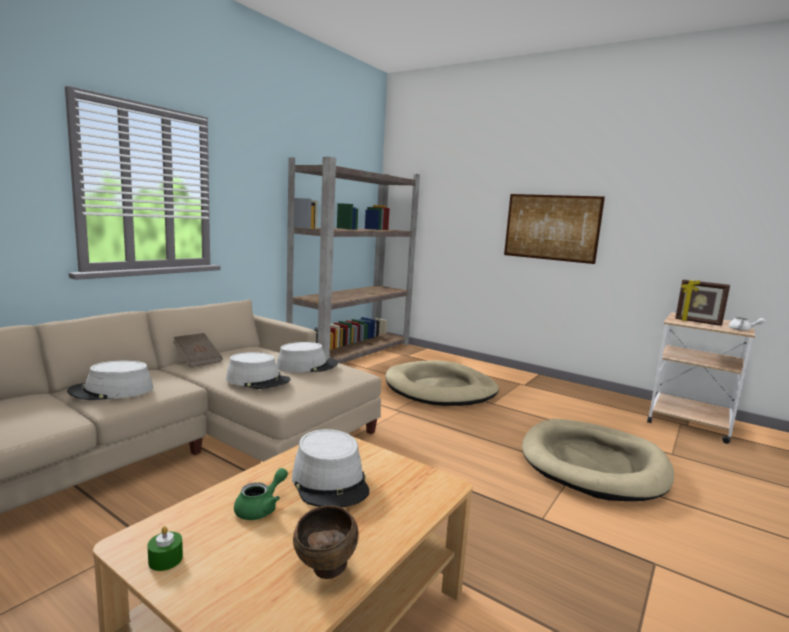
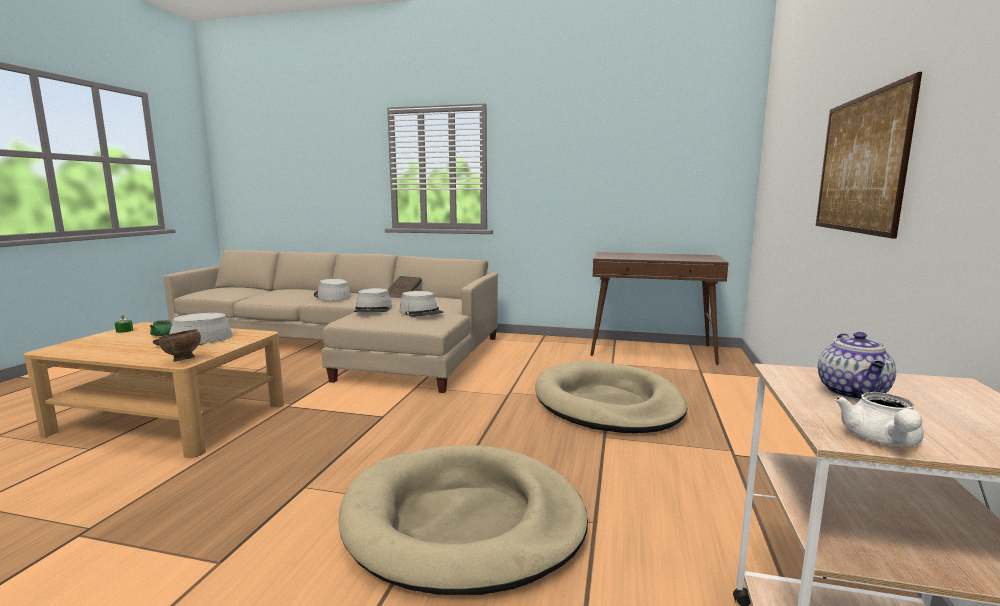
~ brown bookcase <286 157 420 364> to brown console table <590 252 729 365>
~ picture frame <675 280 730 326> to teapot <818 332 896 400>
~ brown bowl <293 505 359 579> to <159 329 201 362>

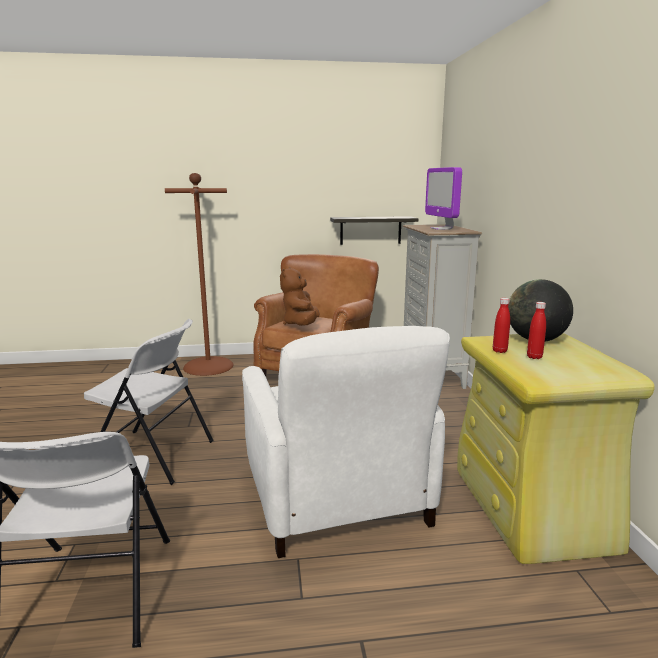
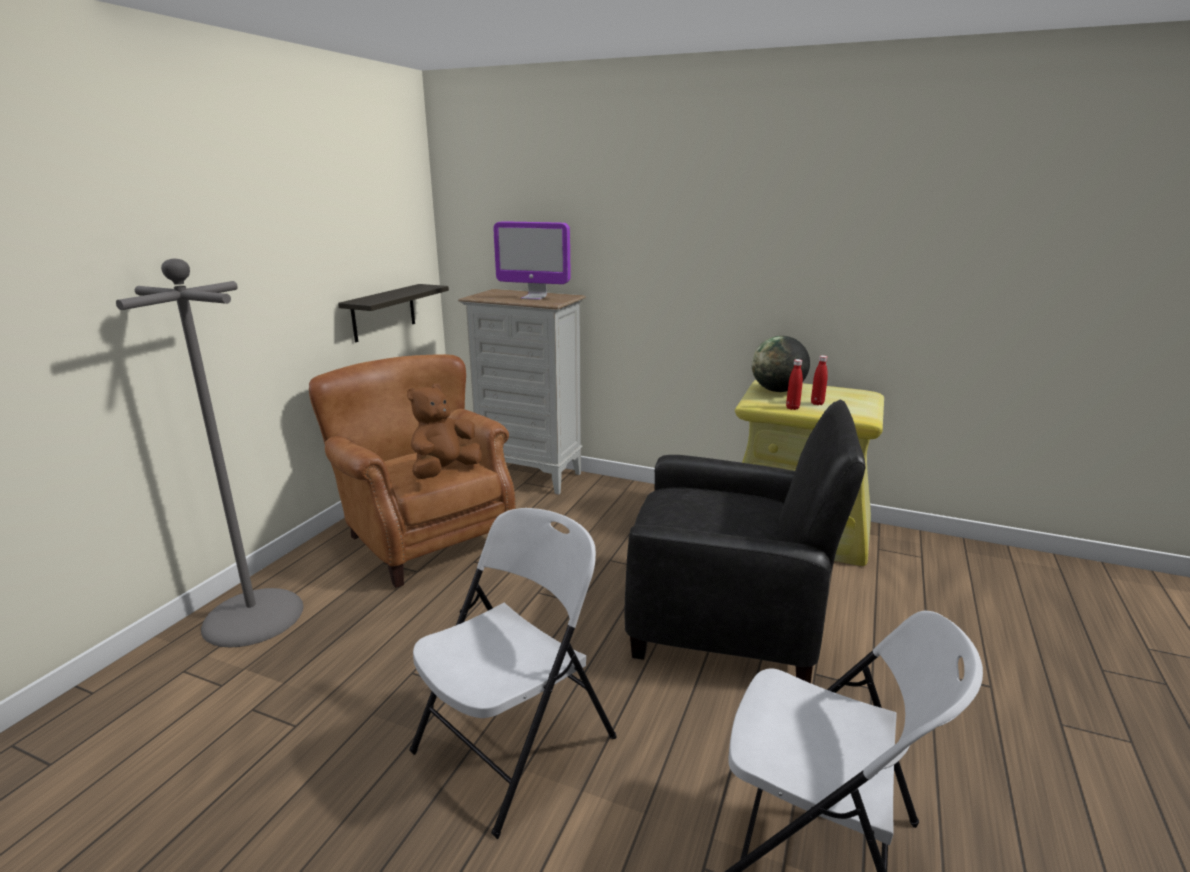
~ brown clothes rack <165 173 234 376> to grey clothes rack <116 259 304 647>
~ brown plush toy <280 267 320 326> = <407 383 482 479> 90 degrees clockwise
~ white armchair <242 326 450 558> to black armchair <624 400 866 683>

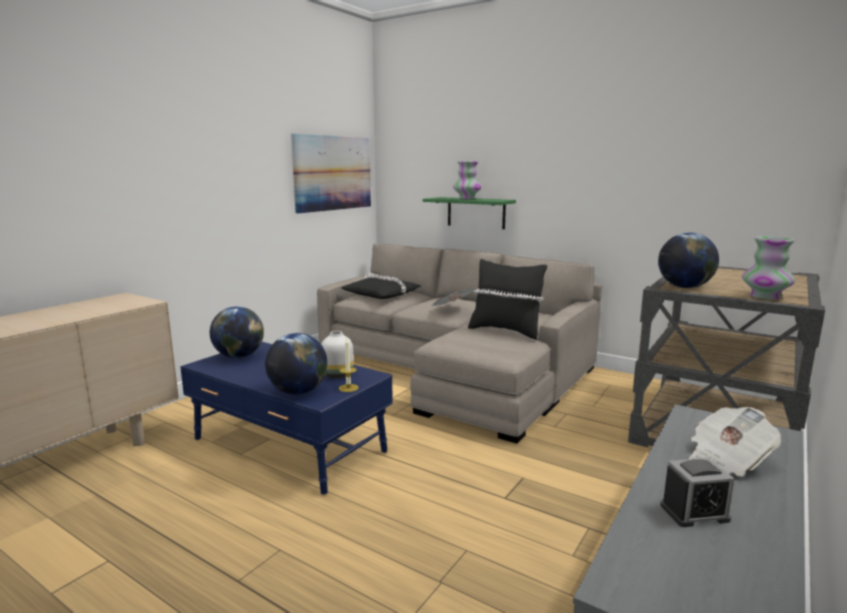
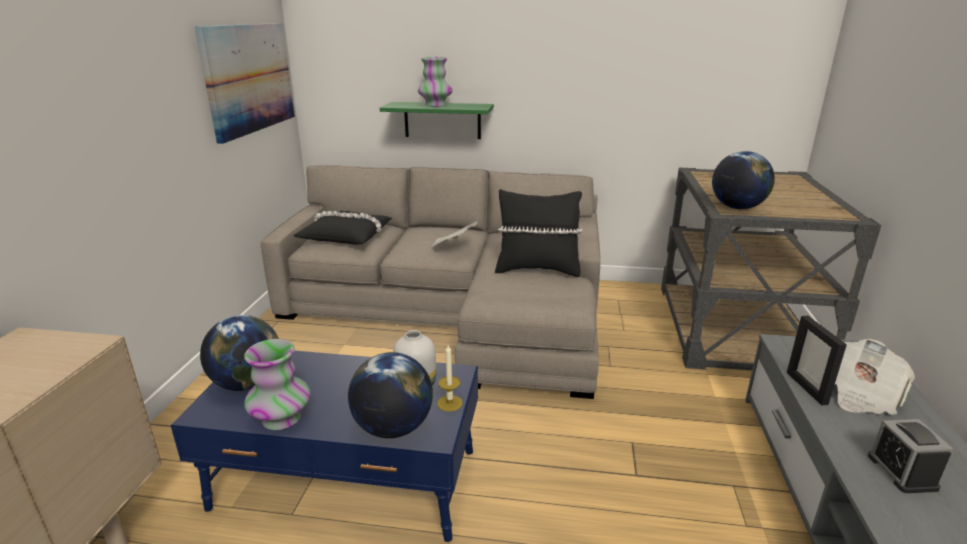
~ vase <742 236 795 300> to <244 339 310 430>
~ alarm clock <660 458 734 527> = <868 419 954 493> 120 degrees clockwise
+ picture frame <787 316 847 405>

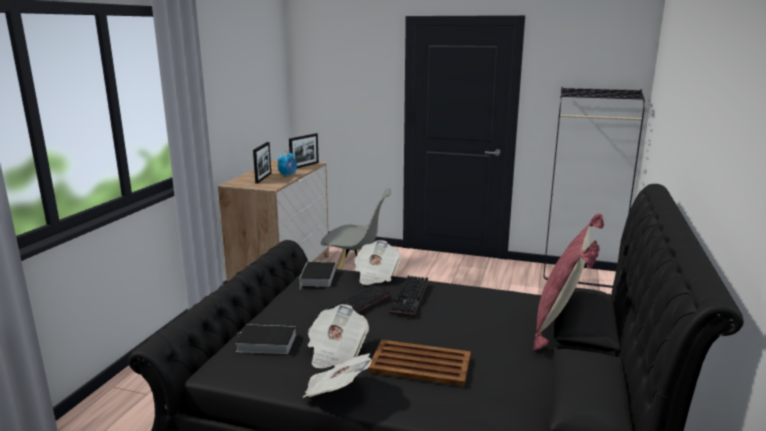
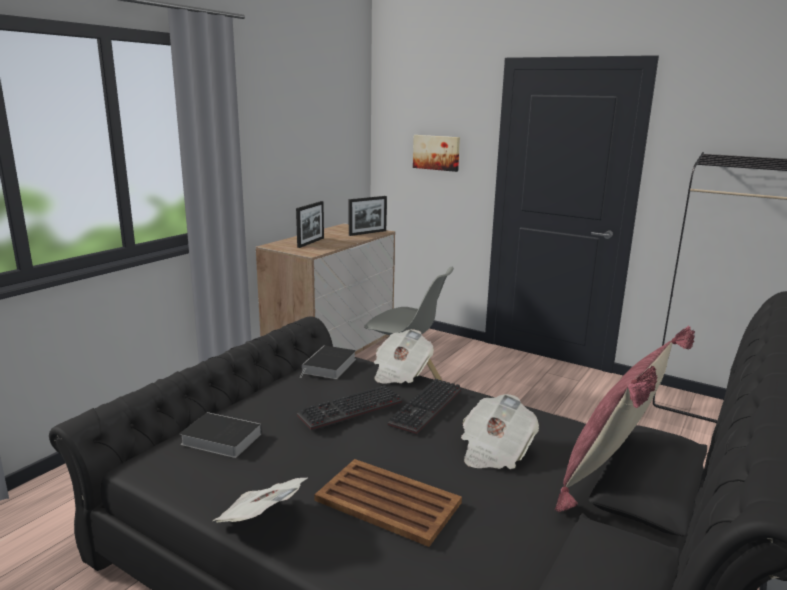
- alarm clock <278 151 297 178>
~ newspaper <307 304 369 368> to <461 394 539 469>
+ picture <413 135 460 172>

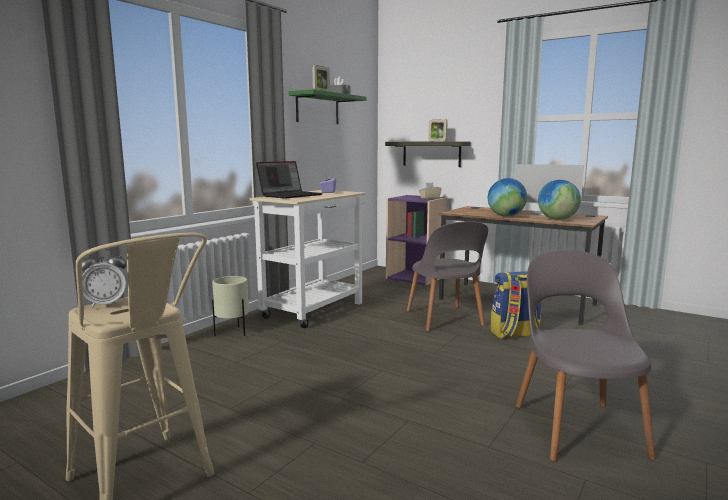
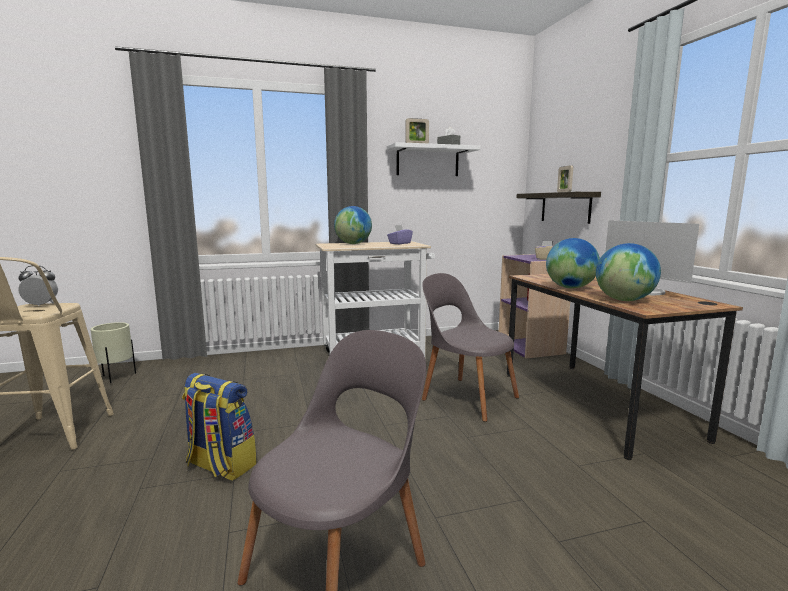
~ green shelf <288 89 367 124> to white shelf <387 142 481 176>
~ laptop <256 161 323 199> to globe <334 206 372 244>
~ grey chair <407 221 488 331> = <422 273 519 422> 105 degrees clockwise
~ alarm clock <82 249 127 308> = <18 266 58 306> 150 degrees clockwise
~ backpack <491 271 541 338> to <182 373 257 481>
~ beige planter <212 276 249 336> to <90 322 136 383>

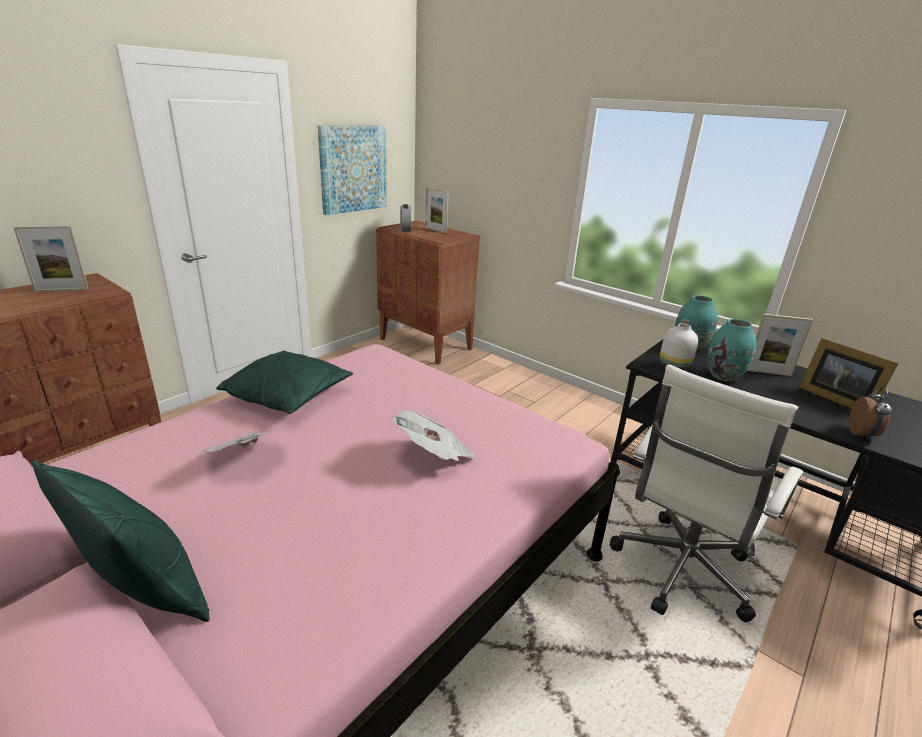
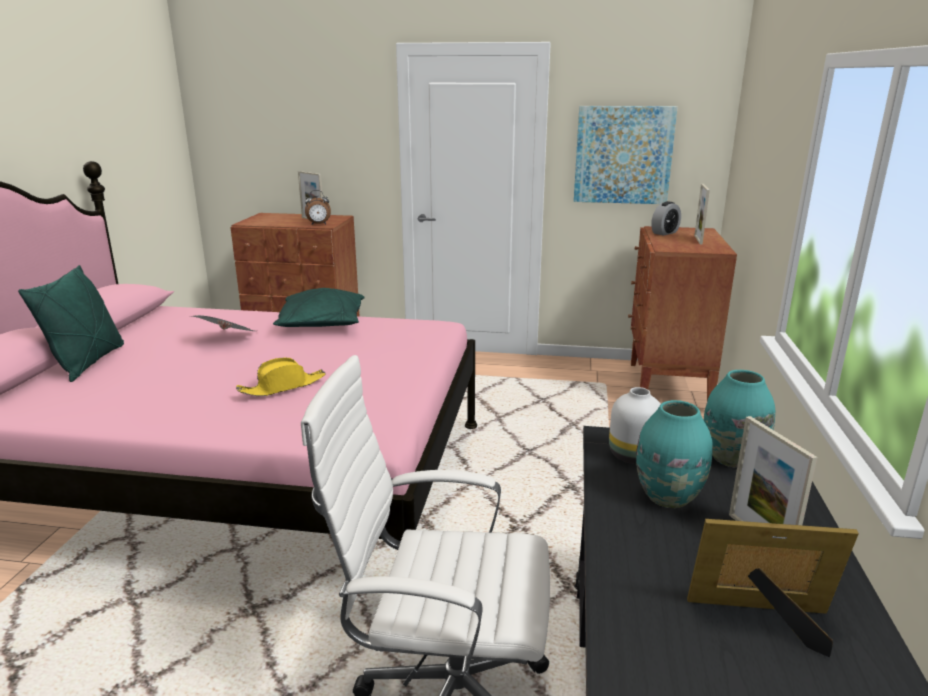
~ picture frame <799 338 898 409> = <687 519 859 657> 75 degrees clockwise
~ alarm clock <849 387 892 440> to <305 190 331 225>
~ newspaper <392 410 476 461> to yellow hat <236 357 326 396>

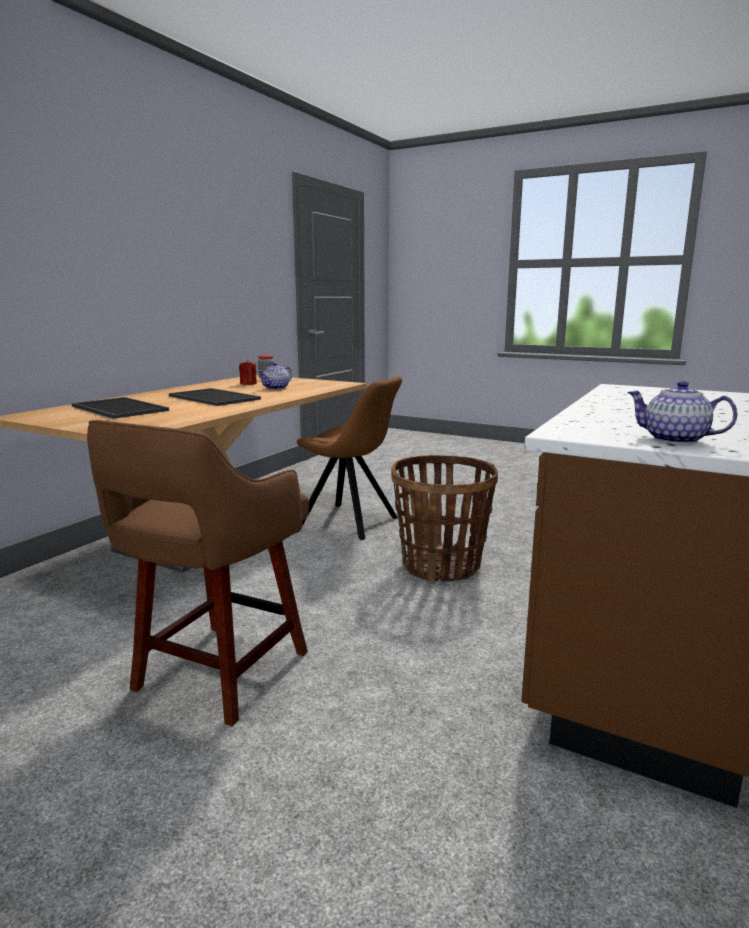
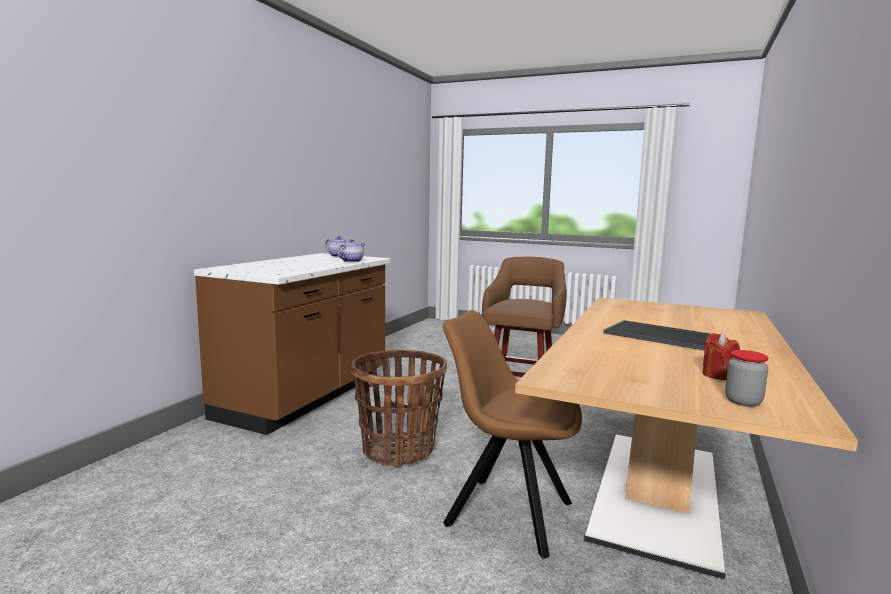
~ teapot <258 363 292 390> to <337 239 365 262>
- tray <72 397 169 419>

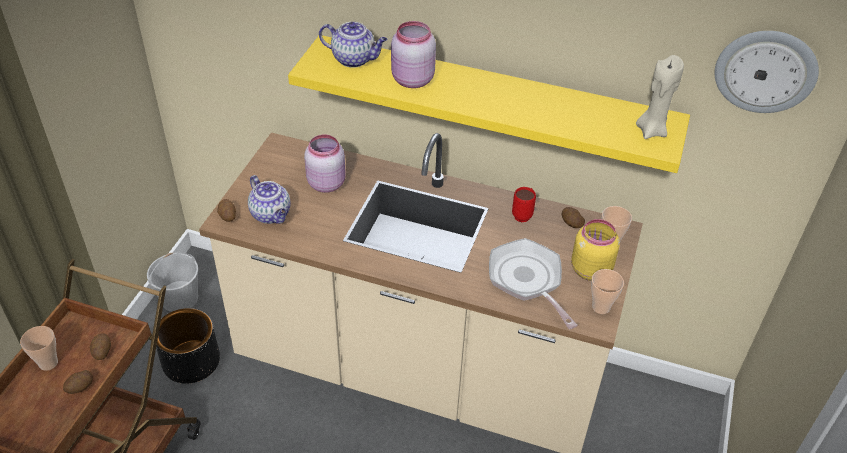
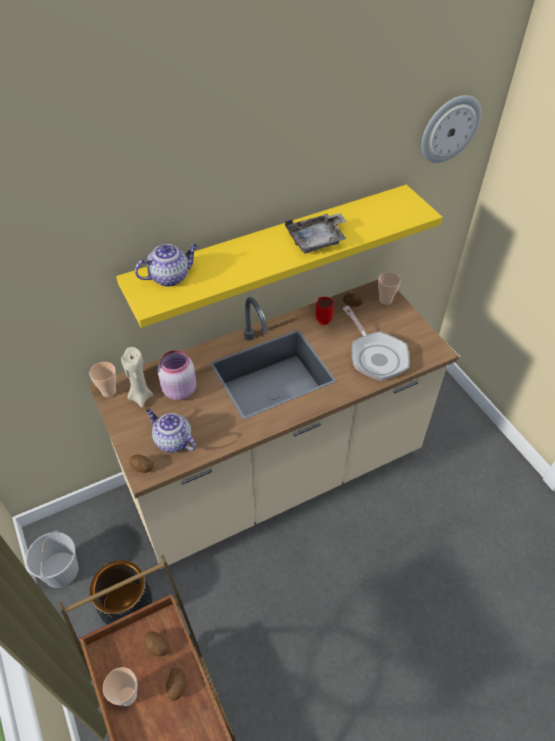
- pink jar <391 21 436 88>
~ beige candle <636 55 684 139> to <121 347 153 407>
~ teapot <248 175 290 224> = <146 409 196 453> 150 degrees counterclockwise
- yellow jar <571 219 620 281>
~ frying pan <489 238 578 329> = <342 306 409 381> 135 degrees counterclockwise
~ cup <591 269 624 314> to <89 362 116 397>
+ grey tray <285 213 347 254>

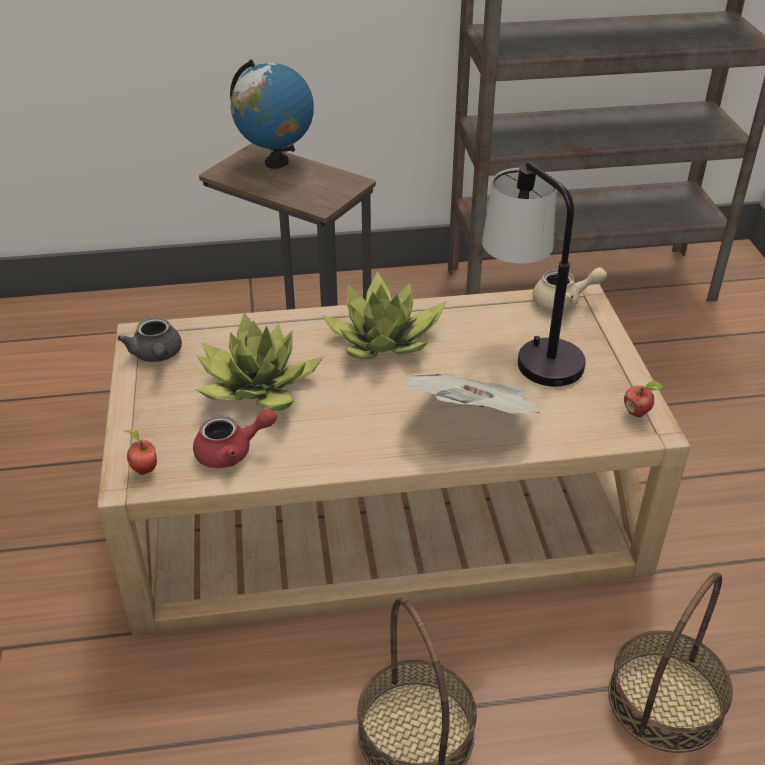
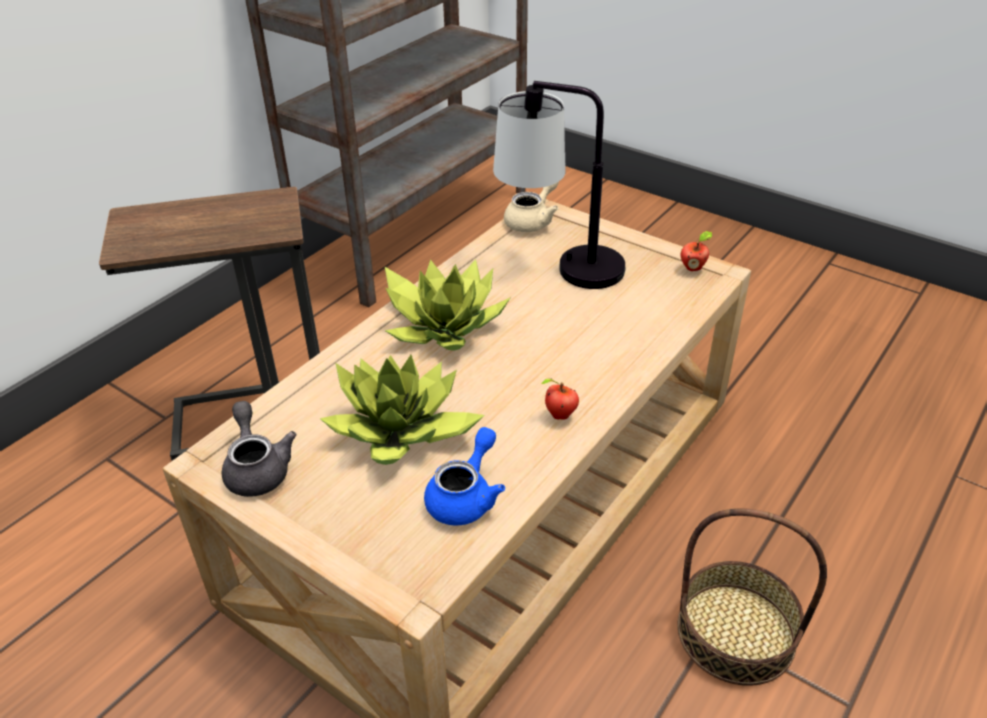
- globe <230 59 314 169>
~ grey teapot <118 317 182 362> = <222 401 296 497> 135 degrees counterclockwise
- newspaper <405 373 539 414>
~ red teapot <193 408 277 468> to blue teapot <424 427 505 525>
~ apple <124 430 157 475> to <541 378 579 420>
- basket <608 572 733 753>

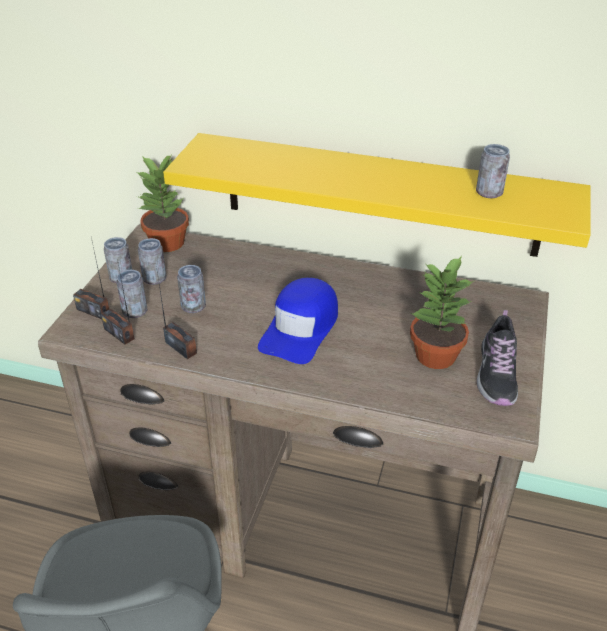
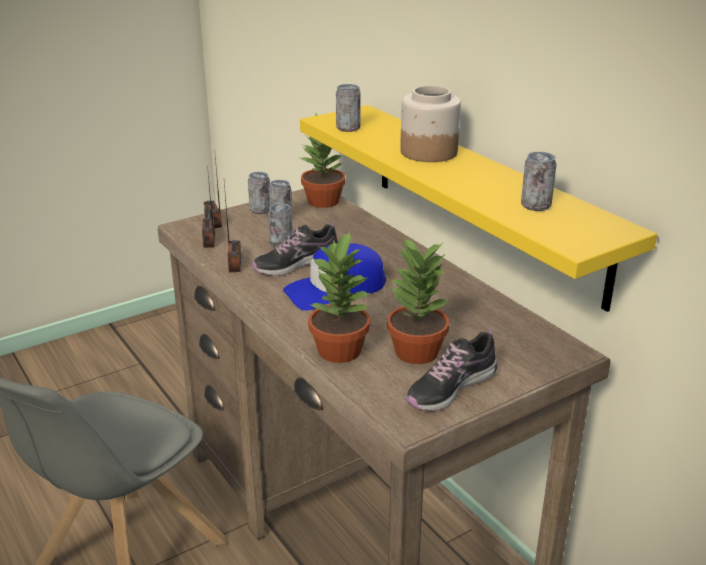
~ can <117 270 147 318> to <336 84 361 132>
+ jar <400 86 461 162>
+ shoe <252 221 338 276>
+ potted plant <308 232 370 363>

